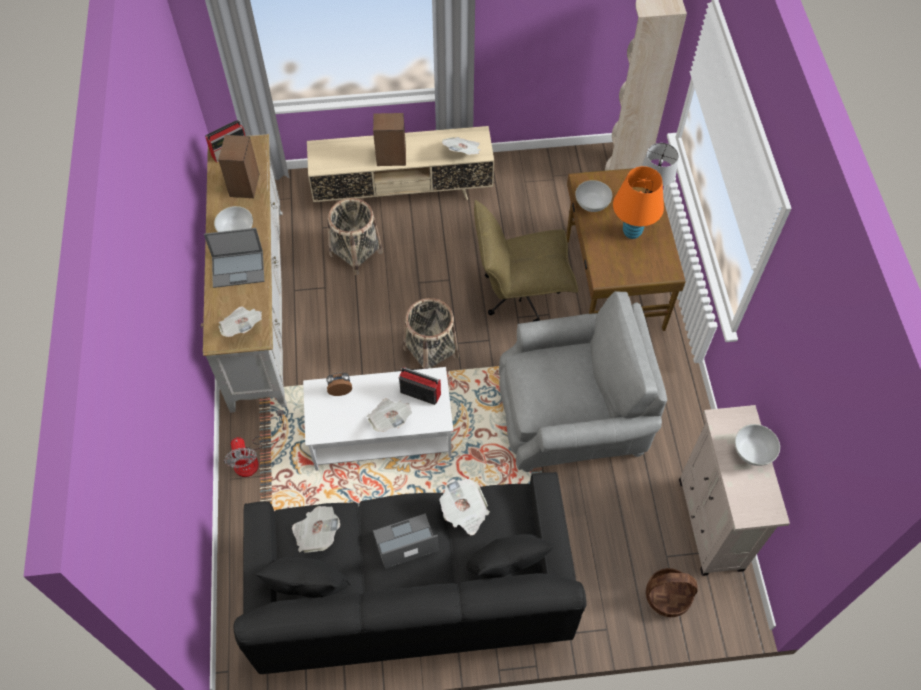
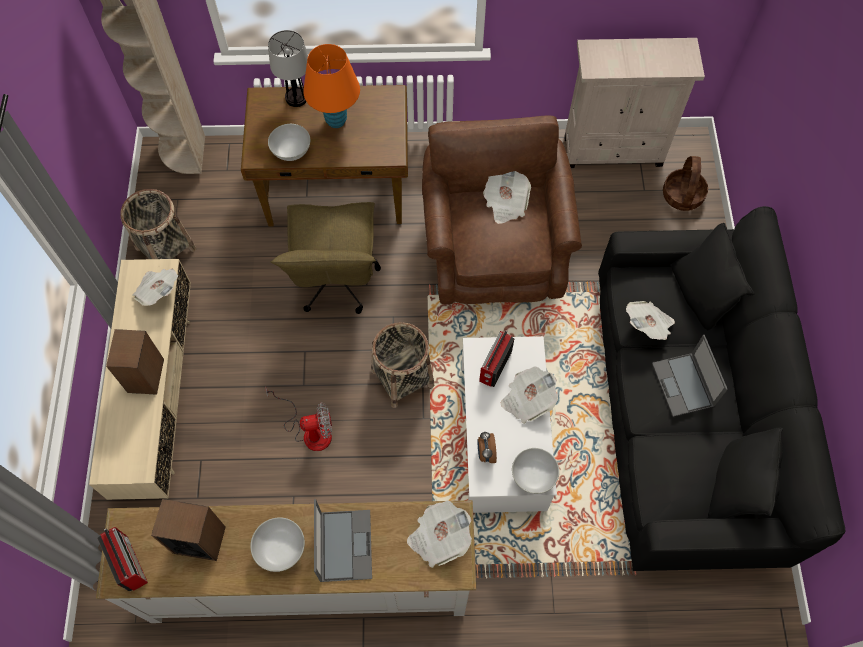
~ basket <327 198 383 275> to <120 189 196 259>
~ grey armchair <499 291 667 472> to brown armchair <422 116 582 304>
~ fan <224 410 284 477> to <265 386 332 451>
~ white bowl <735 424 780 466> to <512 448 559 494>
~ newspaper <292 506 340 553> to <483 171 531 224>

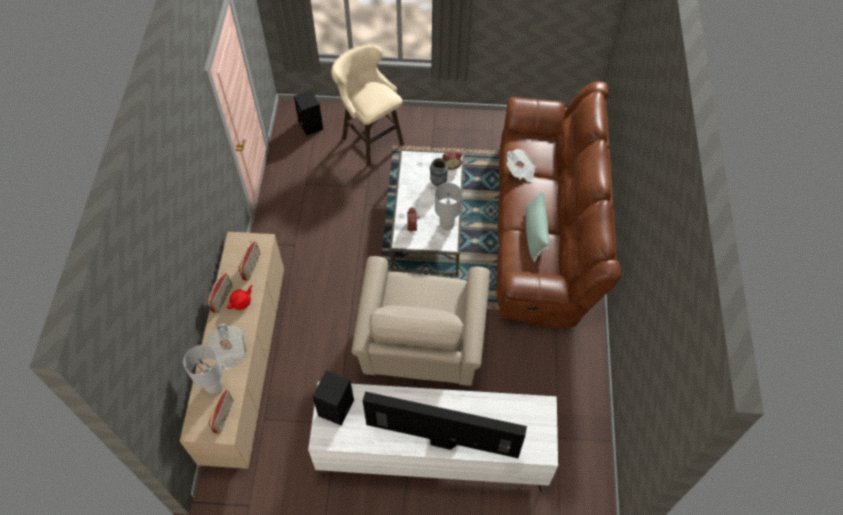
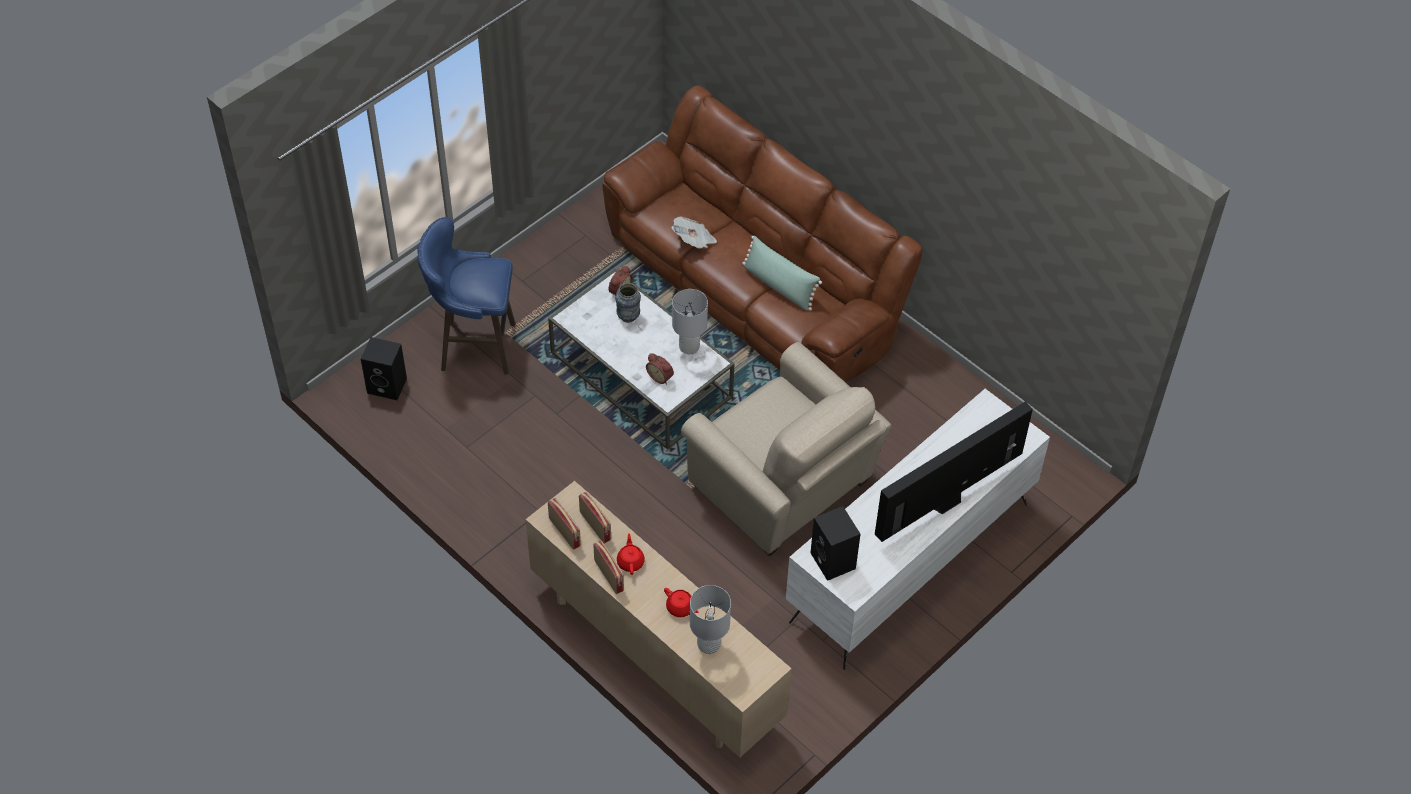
~ beige stool <331 44 404 167> to blue stool <418 217 515 375>
~ newspaper <208 323 247 370> to red teapot <664 588 699 617>
~ radio <208 389 233 434> to <548 498 581 550>

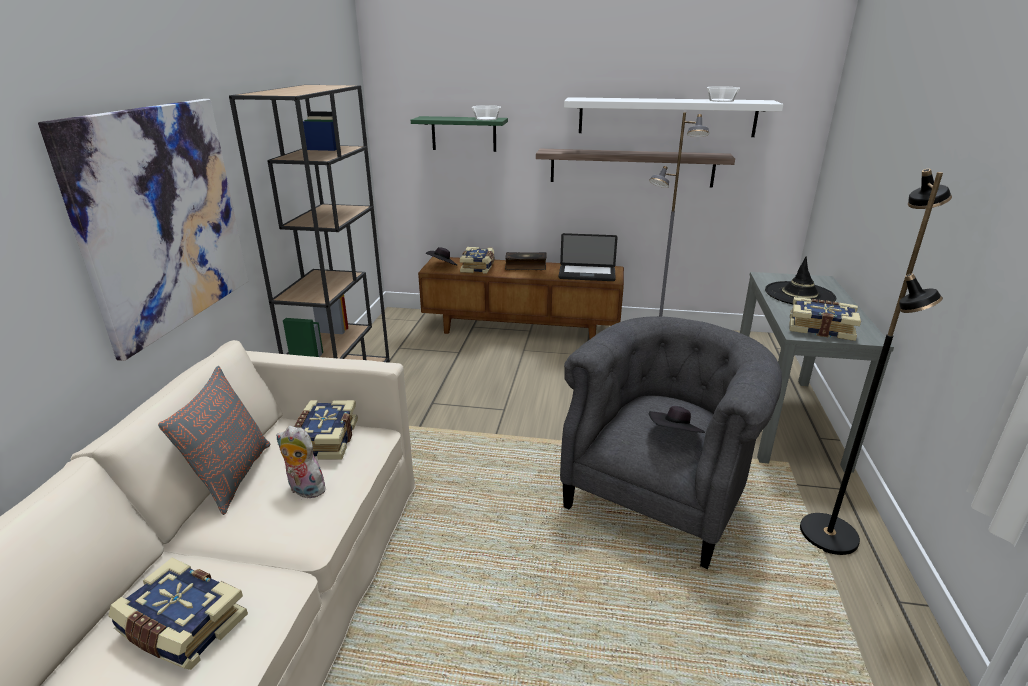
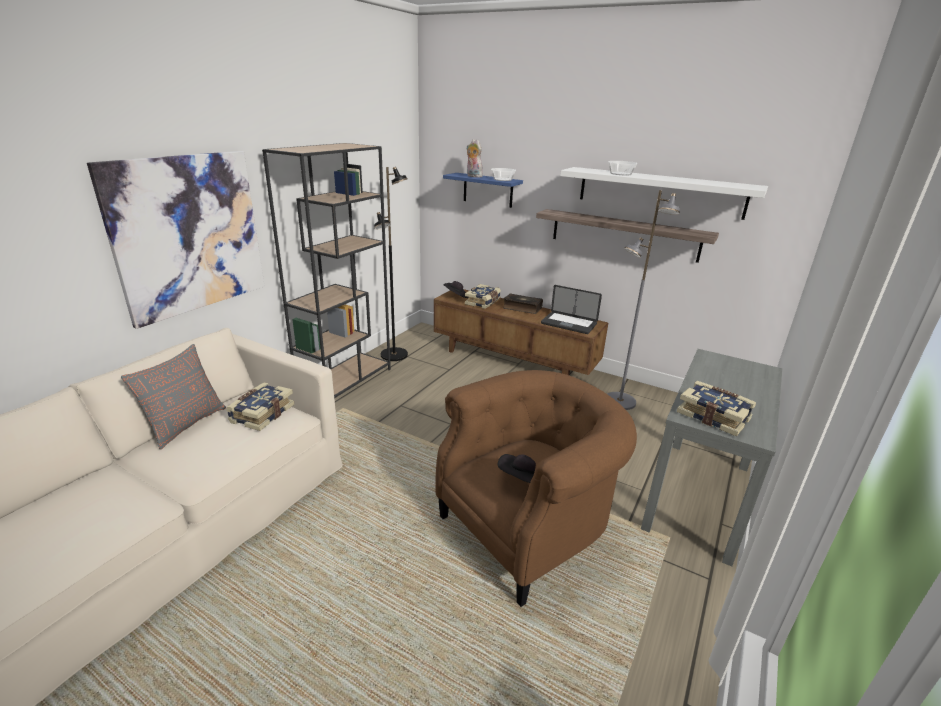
~ bowl <707 86 740 102> to <608 161 638 175>
~ green shelf <411 116 508 152> to blue shelf <443 173 523 208>
~ black floor lamp <800 169 952 555> to <374 167 408 361>
- black hat <765 257 836 305>
~ grey armchair <560 316 782 569> to brown armchair <435 370 637 607>
~ plush toy <276 426 326 498> to <467 139 483 177>
- book <108 558 248 670>

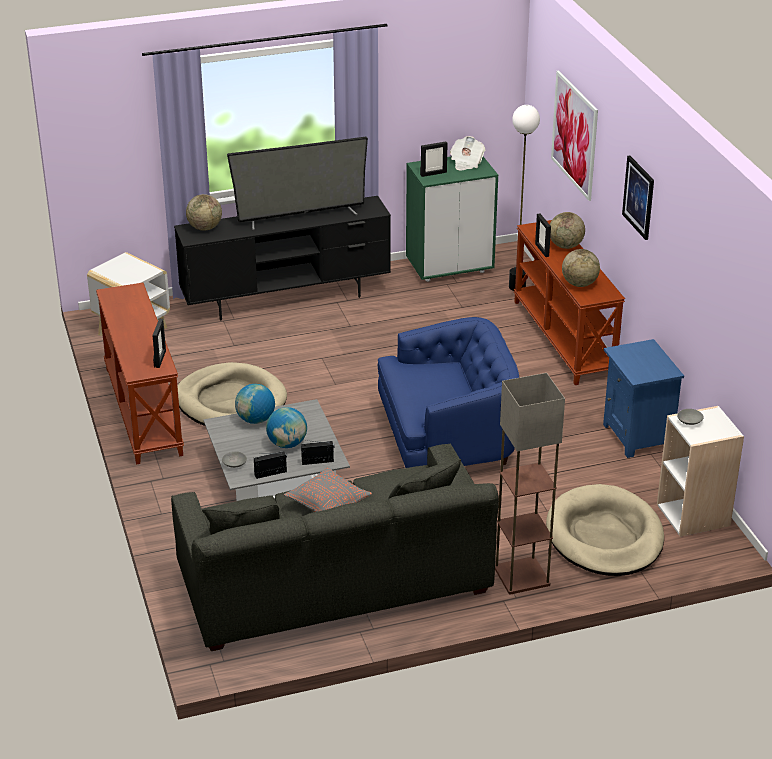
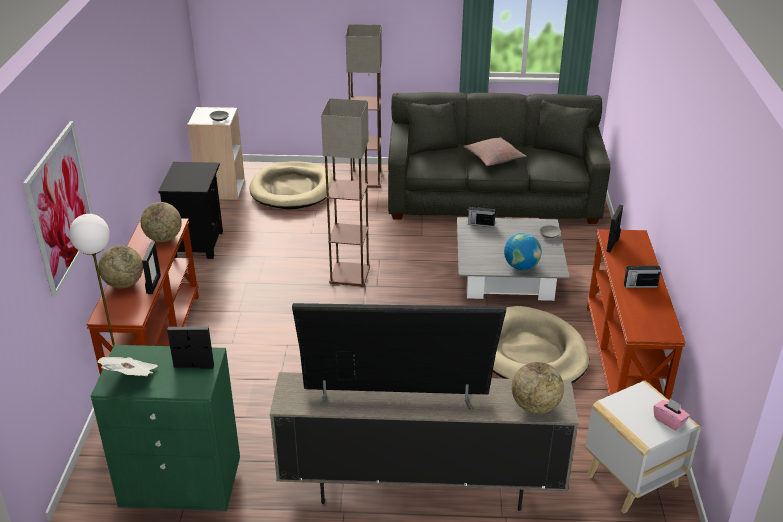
- picture <622 155 654 240>
~ black tv stand <174 196 391 320> to beige tv stand <270 372 579 511>
~ blue armchair <378 317 519 468> to floor lamp <321 98 370 287>
~ blue nightstand <603 339 684 458> to black nightstand <158 162 223 259>
- globe <266 407 307 448>
~ radio <254 451 287 479> to <624 263 661 288>
+ pink tissue box <653 398 690 431>

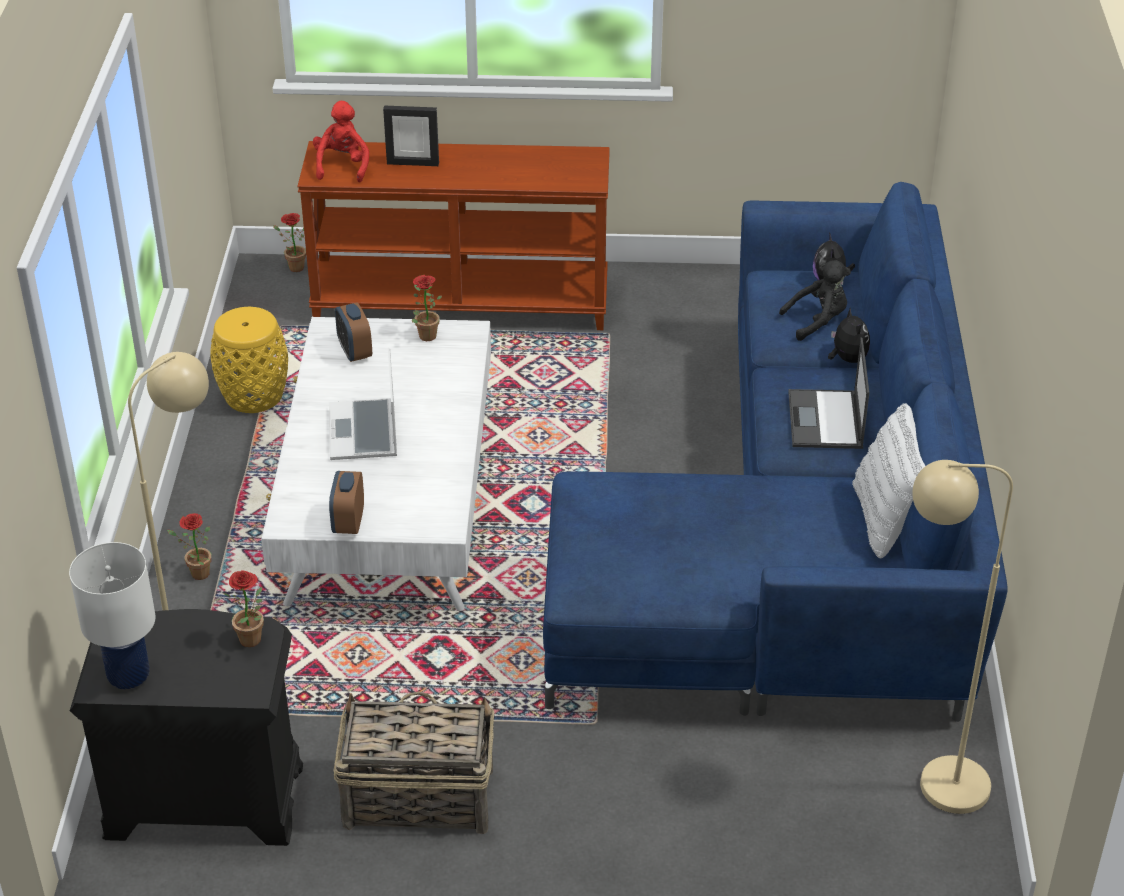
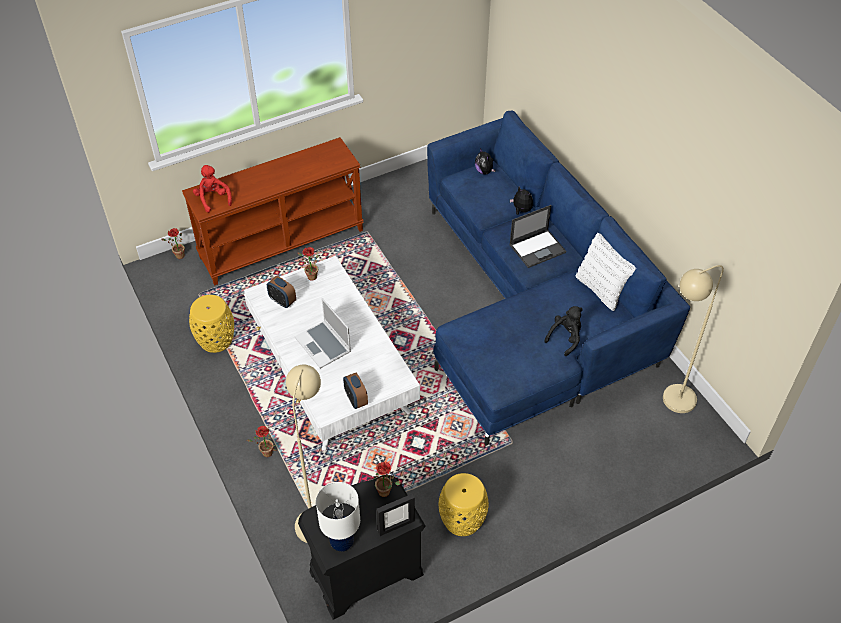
~ picture frame <383 106 439 166> to <376 494 415 536>
~ black plush toy <779 260 851 341> to <544 306 583 356>
~ laptop <788 338 869 449> = <509 205 567 268> 90 degrees counterclockwise
~ basket <333 692 494 834> to yellow stool <439 473 489 536>

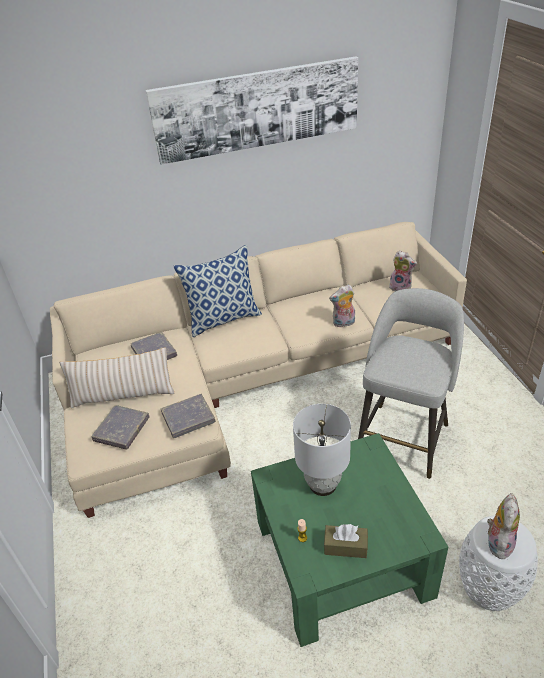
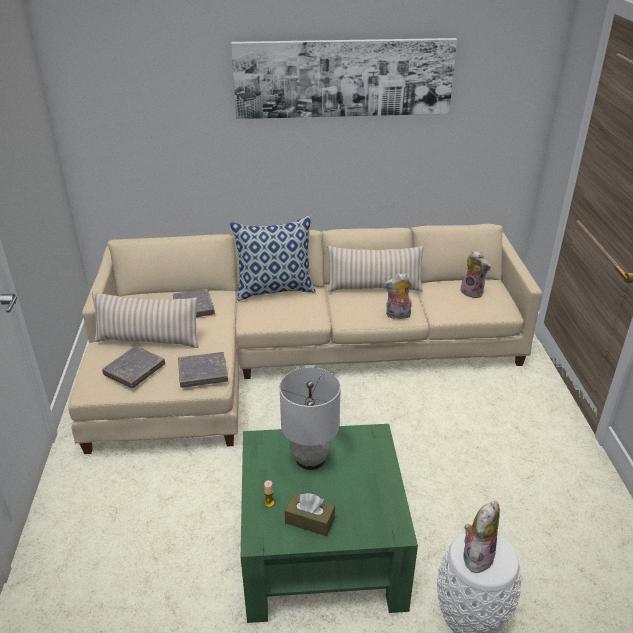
- grey stool <358 288 464 479>
+ beige pillow <328 246 424 292>

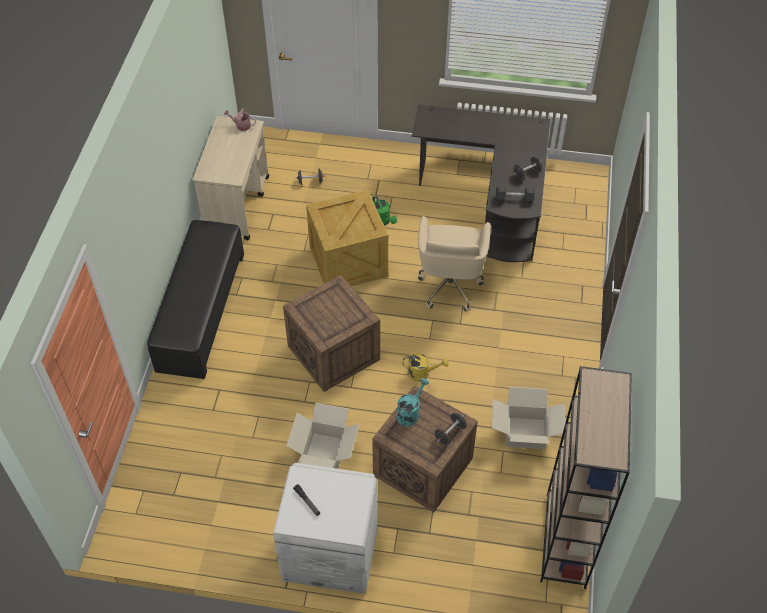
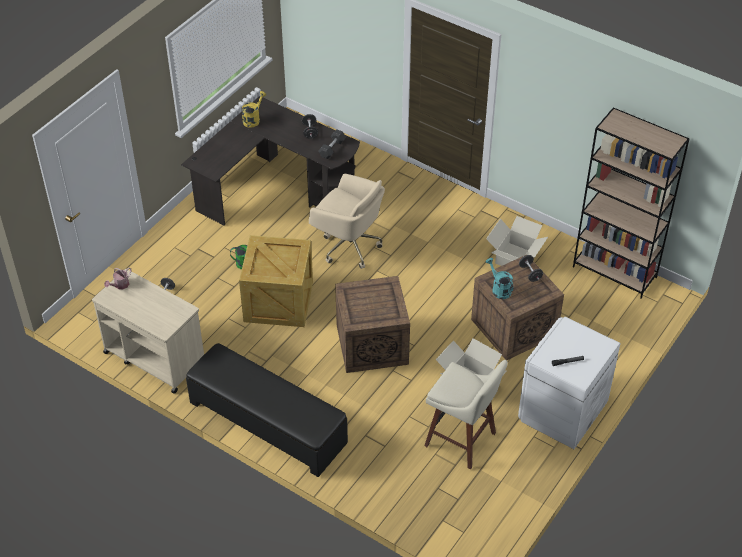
~ yellow watering can <403 354 449 382> to <242 91 266 128>
+ beige stool <424 360 508 470>

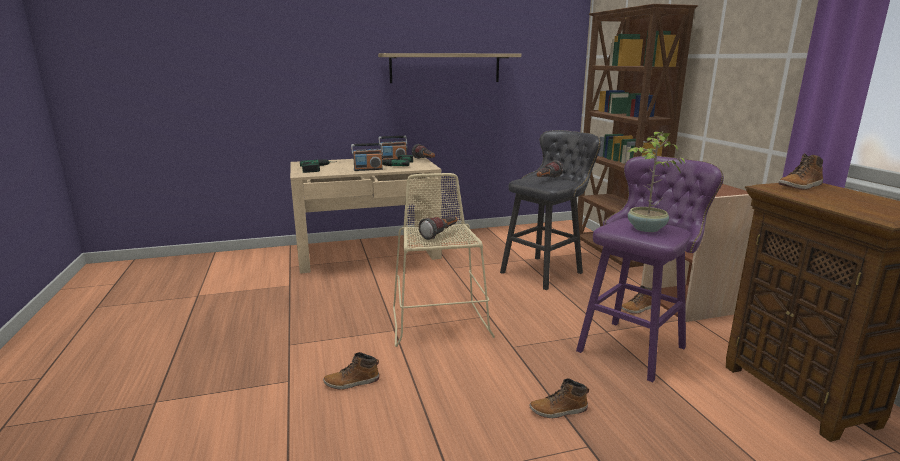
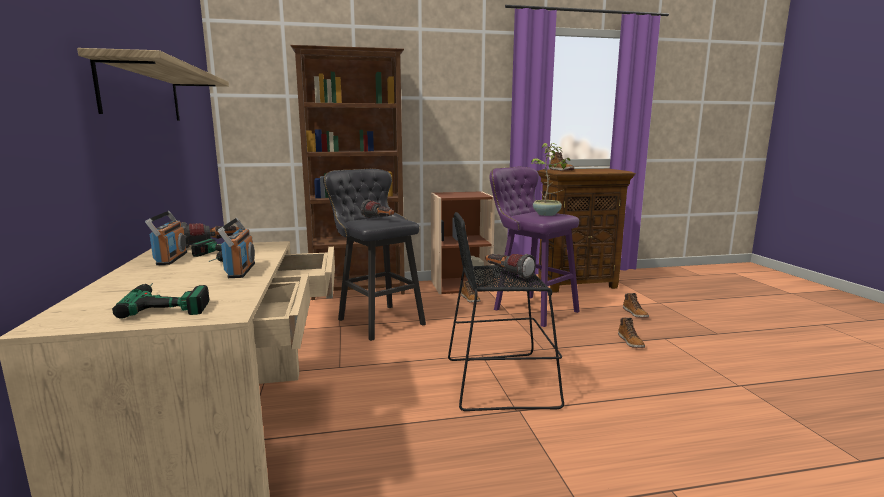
~ beige stool <393 173 495 347> to black stool <448 212 564 411>
~ boot <323 352 379 389> to <623 293 649 318>

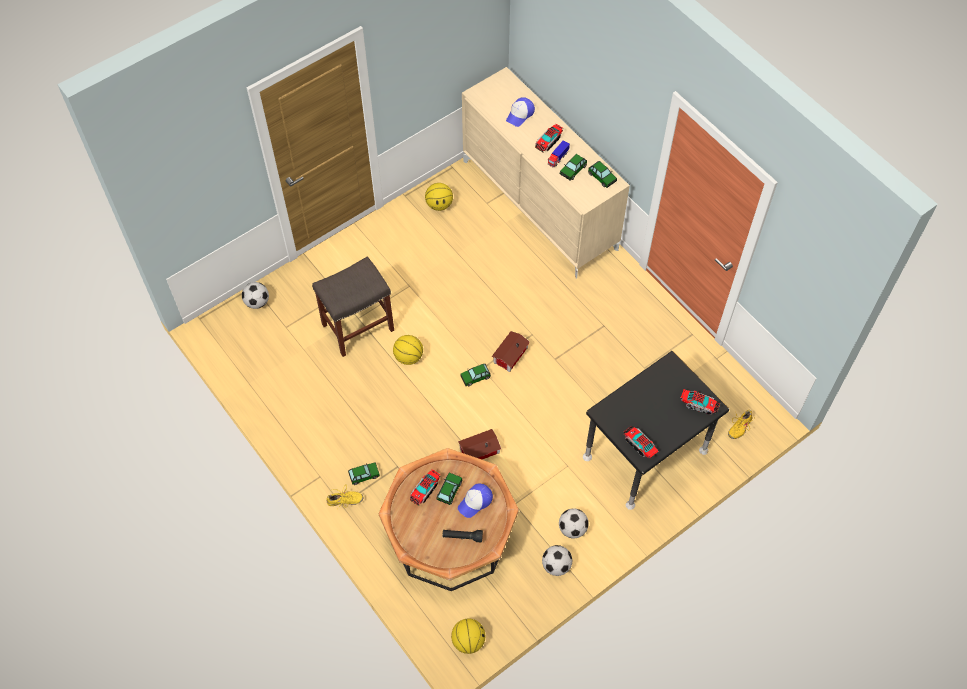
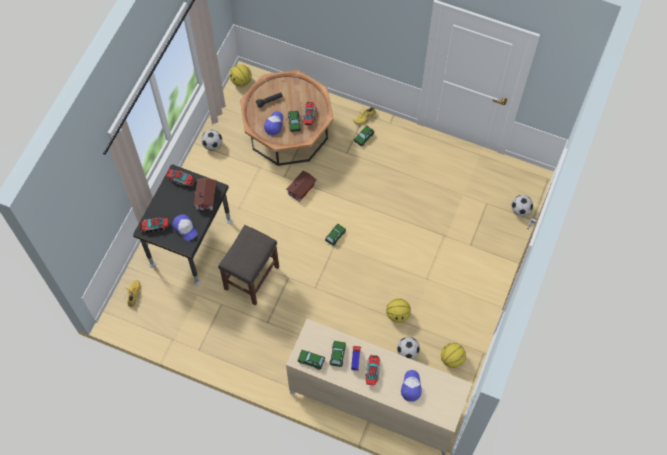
~ grey stool <312 256 394 357> to <218 225 279 306>
~ toy house <492 331 530 372> to <194 178 216 210>
~ basketball <393 335 423 365> to <386 298 411 323>
~ football <559 508 589 538> to <397 337 420 359>
+ cap <173 214 198 241>

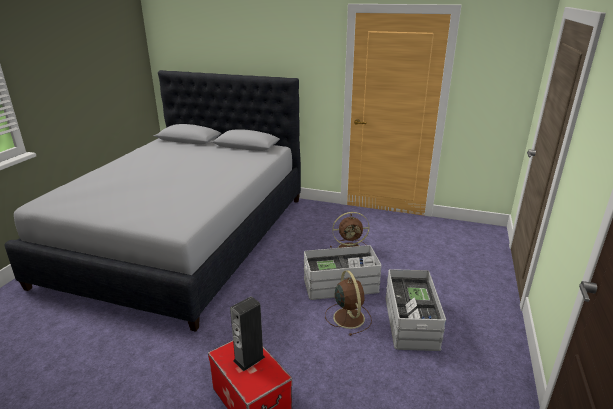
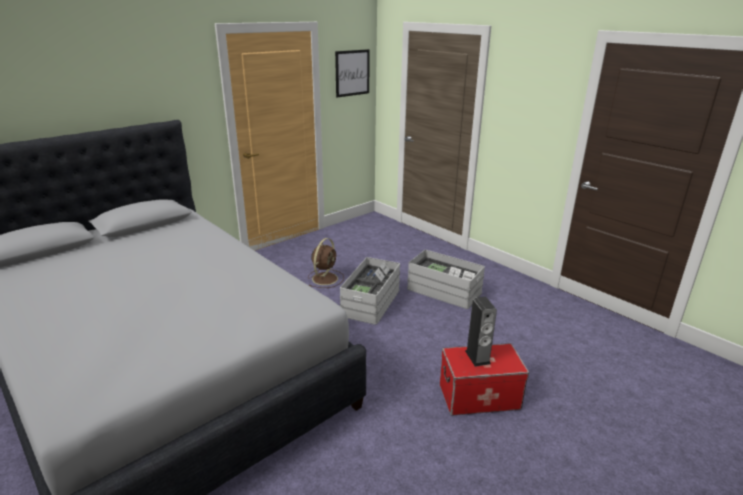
- brown fan <325 270 372 336>
+ picture <335 49 370 98>

